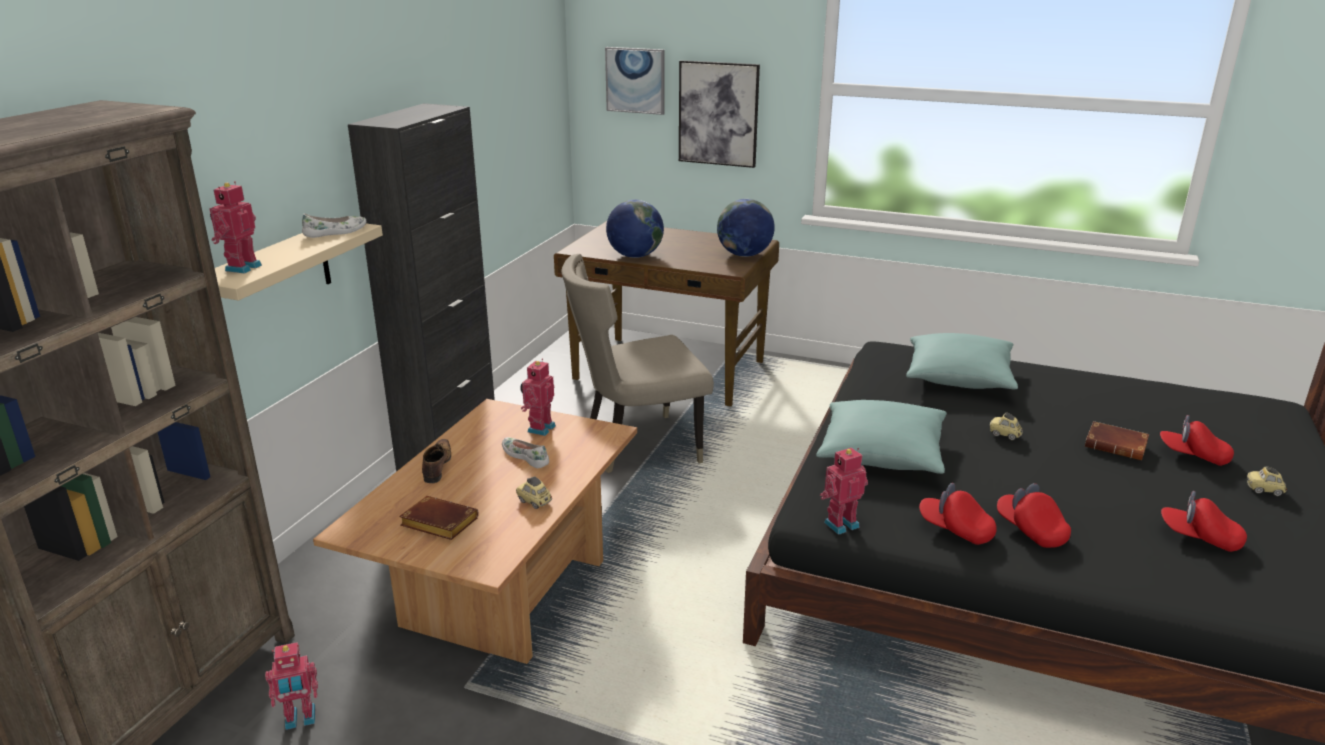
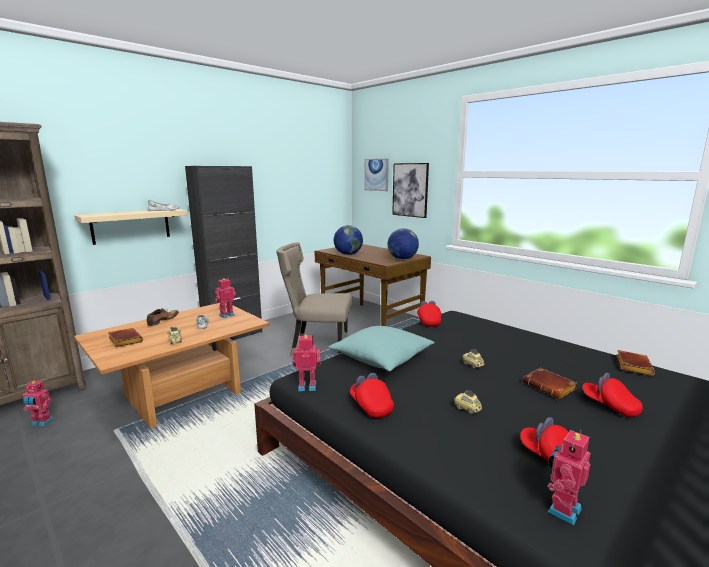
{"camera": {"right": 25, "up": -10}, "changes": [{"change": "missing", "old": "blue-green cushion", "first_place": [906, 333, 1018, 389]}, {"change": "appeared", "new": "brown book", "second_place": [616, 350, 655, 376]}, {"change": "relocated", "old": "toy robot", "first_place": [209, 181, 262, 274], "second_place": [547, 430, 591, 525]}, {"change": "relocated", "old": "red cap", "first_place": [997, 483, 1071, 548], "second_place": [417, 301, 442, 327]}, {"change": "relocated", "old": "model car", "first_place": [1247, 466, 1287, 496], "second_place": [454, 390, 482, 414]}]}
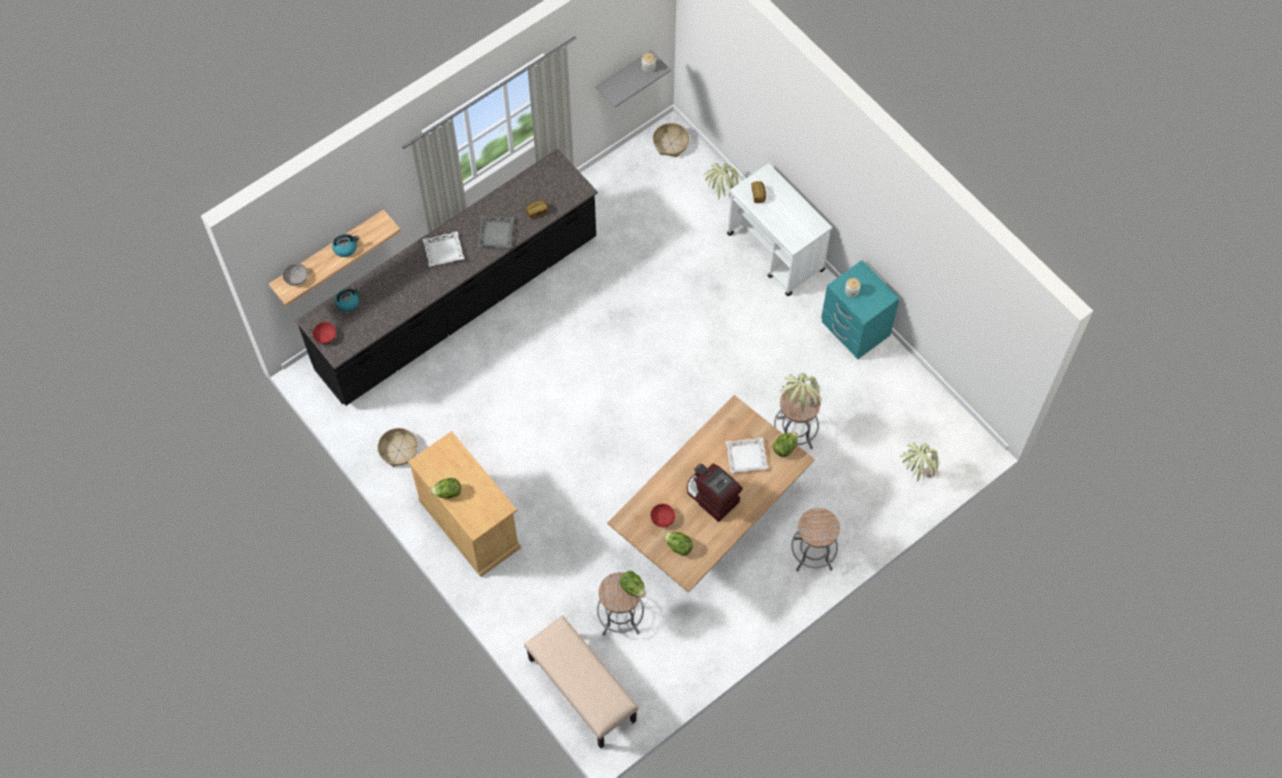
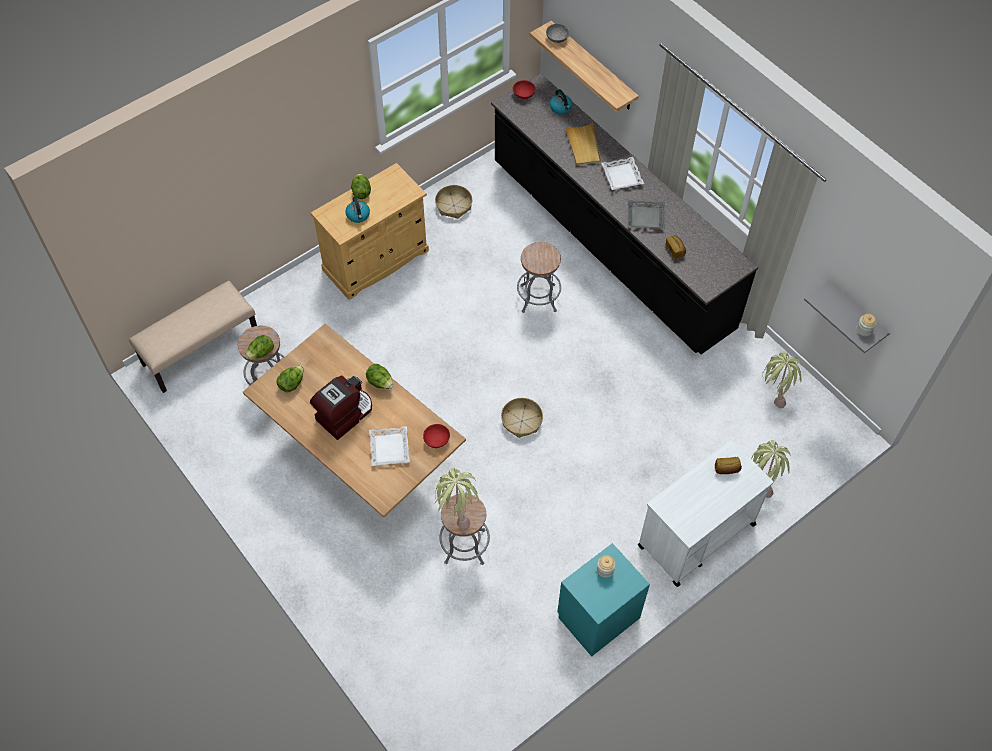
{"camera": {"right": 90, "up": -5}, "changes": [{"change": "appeared", "new": "beige-coloured serving tray", "second_place": [565, 122, 601, 165]}, {"change": "relocated", "old": "water kettle", "first_place": [332, 234, 359, 257], "second_place": [345, 197, 370, 223]}, {"change": "relocated", "old": "red deep dish", "first_place": [650, 504, 675, 527], "second_place": [423, 424, 450, 448]}, {"change": "relocated", "old": "basket", "first_place": [653, 123, 690, 157], "second_place": [501, 398, 543, 438]}, {"change": "relocated", "old": "lettuce", "first_place": [773, 432, 798, 457], "second_place": [366, 364, 393, 389]}, {"change": "relocated", "old": "greyish stool seat", "first_place": [791, 508, 840, 572], "second_place": [517, 242, 561, 313]}, {"change": "relocated", "old": "plant in a pot", "first_place": [900, 442, 940, 481], "second_place": [762, 352, 802, 408]}]}
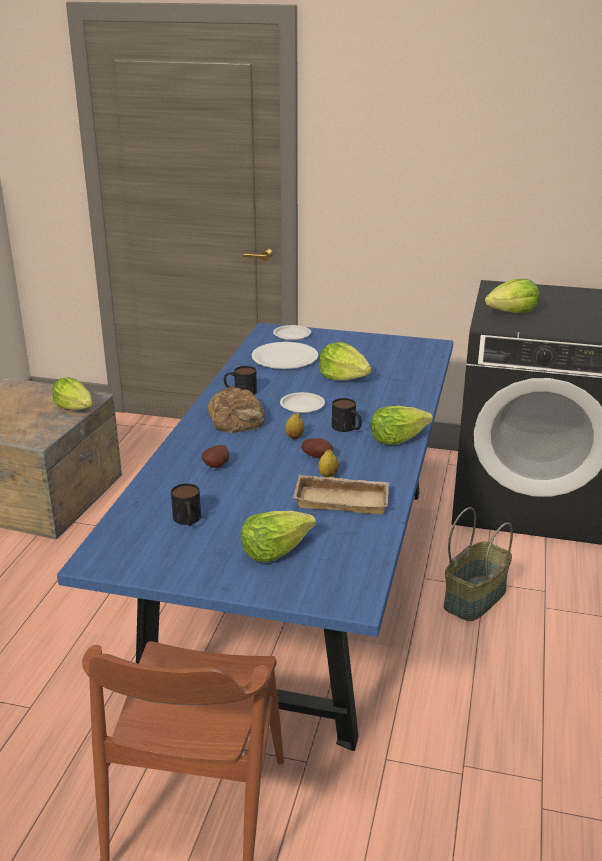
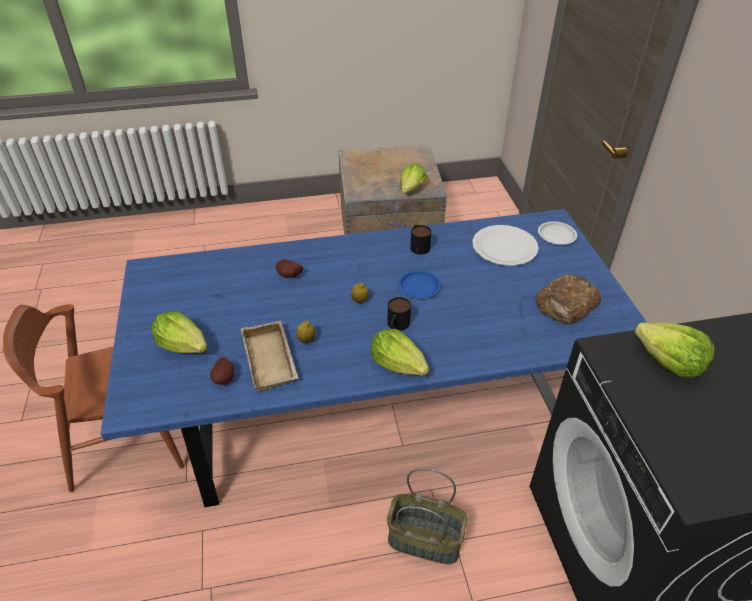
{"camera": {"right": 65, "up": 15}, "changes": [{"change": "missing", "old": "tea mug", "first_place": [171, 483, 201, 526]}, {"change": "missing", "old": "lettuce", "first_place": [319, 342, 372, 380]}, {"change": "relocated", "old": "bread", "first_place": [208, 386, 265, 433], "second_place": [535, 274, 601, 325]}, {"change": "relocated", "old": "potato", "first_place": [301, 438, 333, 458], "second_place": [210, 358, 234, 385]}, {"change": "colour", "old": "white plate", "new": "blue-coloured plate", "first_place": [280, 392, 325, 413], "second_place": [398, 270, 441, 298]}]}
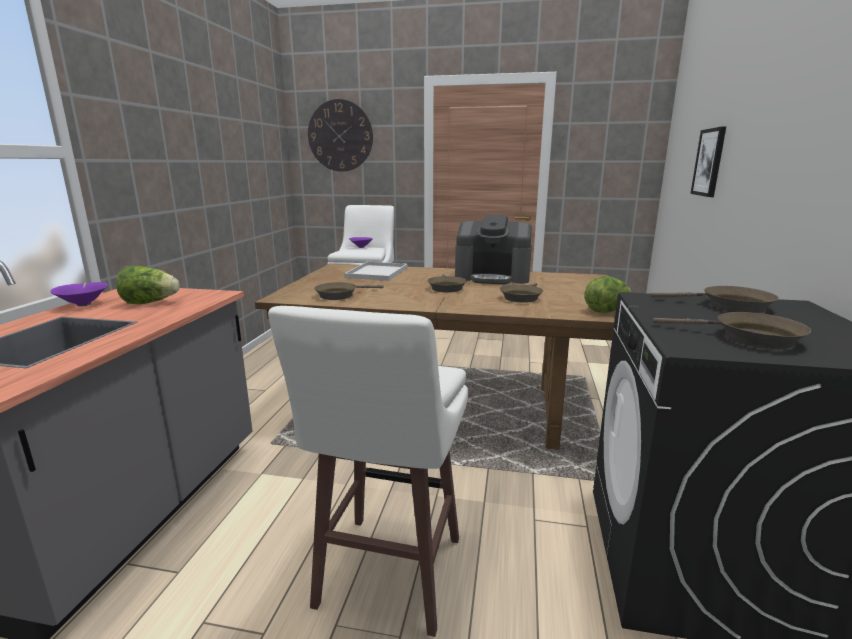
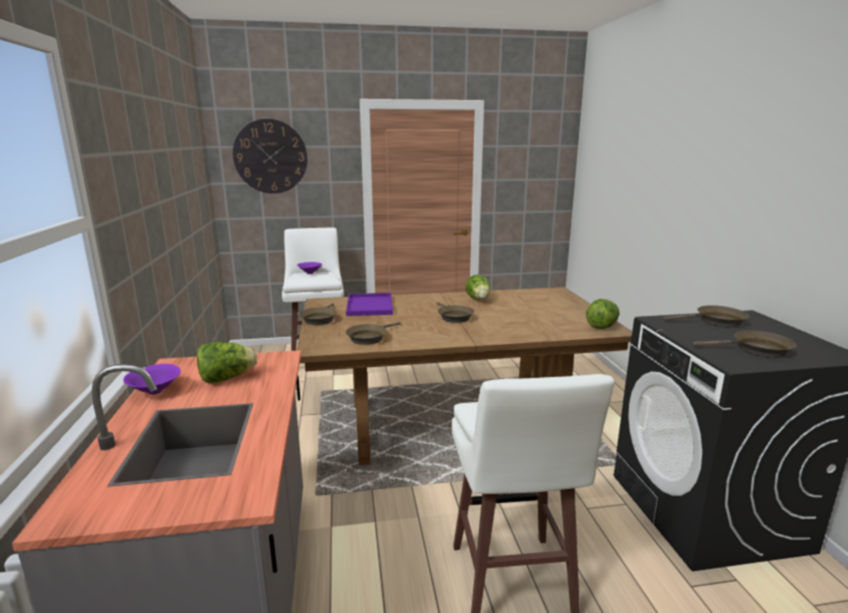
{"camera": {"right": -20, "up": 0}, "changes": [{"change": "missing", "old": "picture", "first_place": [690, 127, 726, 197]}, {"change": "relocated", "old": "brown pan", "first_place": [500, 283, 543, 303], "second_place": [300, 303, 337, 325]}, {"change": "exchanged", "old": "coffee maker", "new": "lettuce", "first_place": [455, 215, 532, 284], "second_place": [465, 274, 490, 300]}, {"change": "colour", "old": "white serving tray", "new": "purple serving tray", "first_place": [344, 262, 407, 281], "second_place": [346, 293, 393, 316]}]}
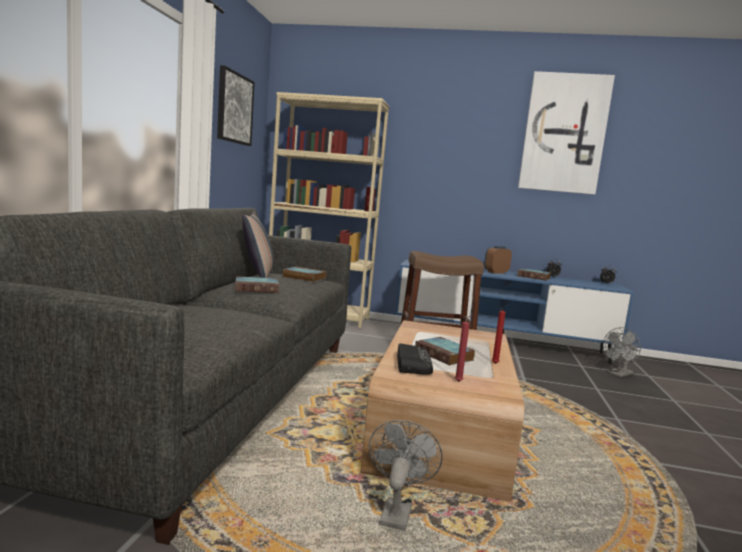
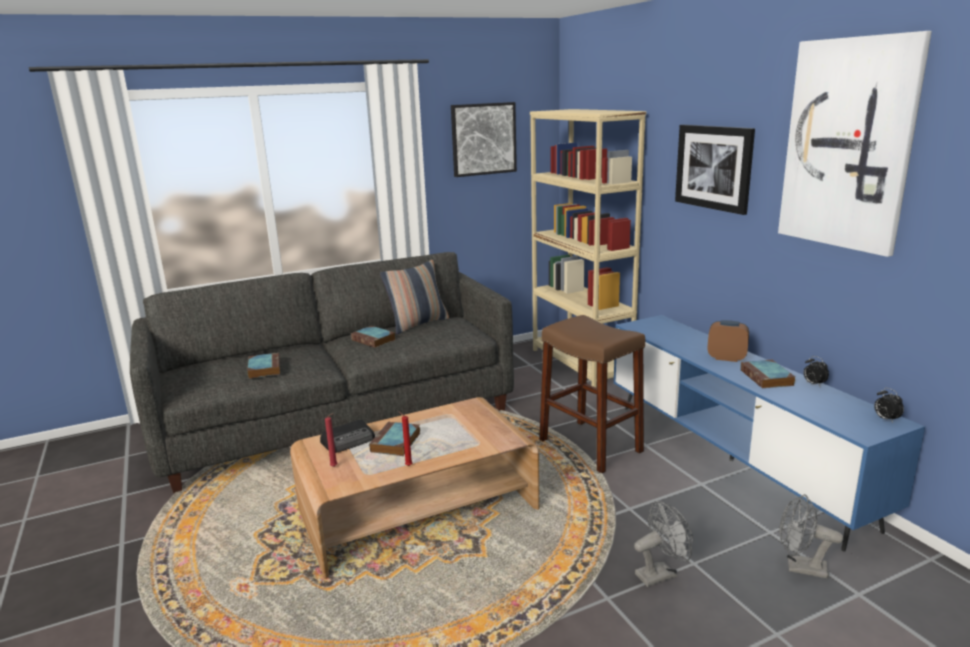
{"camera": {"right": 55, "up": 10}, "changes": [{"change": "appeared", "new": "picture", "second_place": [675, 125, 755, 215]}, {"change": "relocated", "old": "book", "first_place": [283, 266, 327, 282], "second_place": [247, 352, 280, 379]}, {"change": "relocated", "old": "greyish electric fan", "first_place": [369, 420, 443, 531], "second_place": [634, 501, 693, 587]}]}
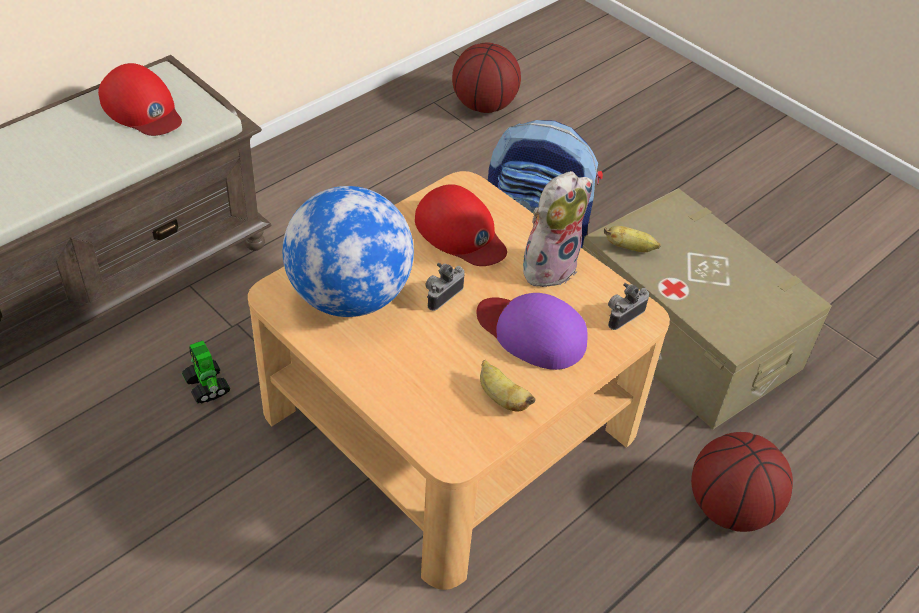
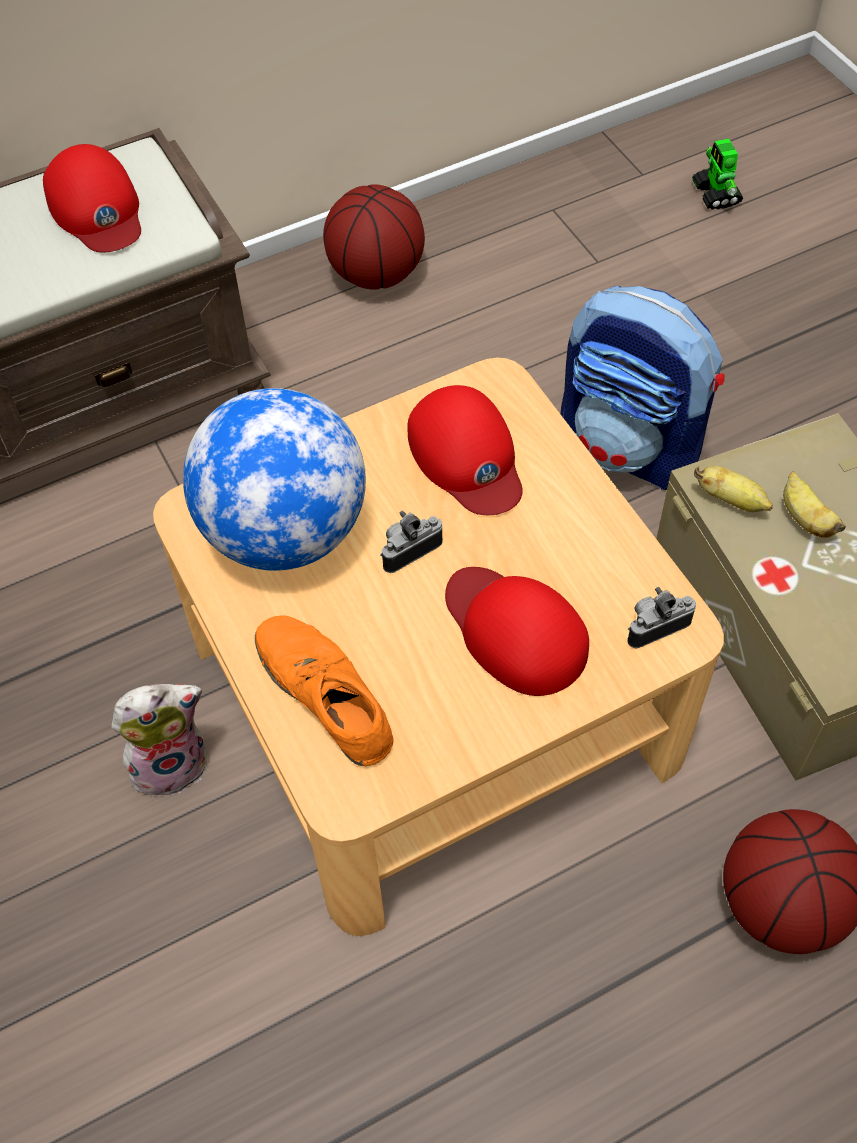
{"camera": {"right": 20, "up": 10}, "changes": [{"change": "appeared", "new": "orange-coloured low shoe", "second_place": [255, 615, 393, 766]}, {"change": "relocated", "old": "toy robot", "first_place": [182, 341, 230, 404], "second_place": [692, 138, 743, 210]}, {"change": "relocated", "old": "basketball", "first_place": [452, 42, 521, 113], "second_place": [323, 184, 425, 290]}, {"change": "relocated", "old": "banana", "first_place": [480, 360, 536, 411], "second_place": [783, 471, 846, 538]}, {"change": "relocated", "old": "cuddly toy", "first_place": [523, 171, 593, 290], "second_place": [111, 684, 208, 801]}, {"change": "colour", "old": "purple cap", "new": "red cap", "first_place": [476, 293, 588, 370], "second_place": [445, 567, 589, 696]}]}
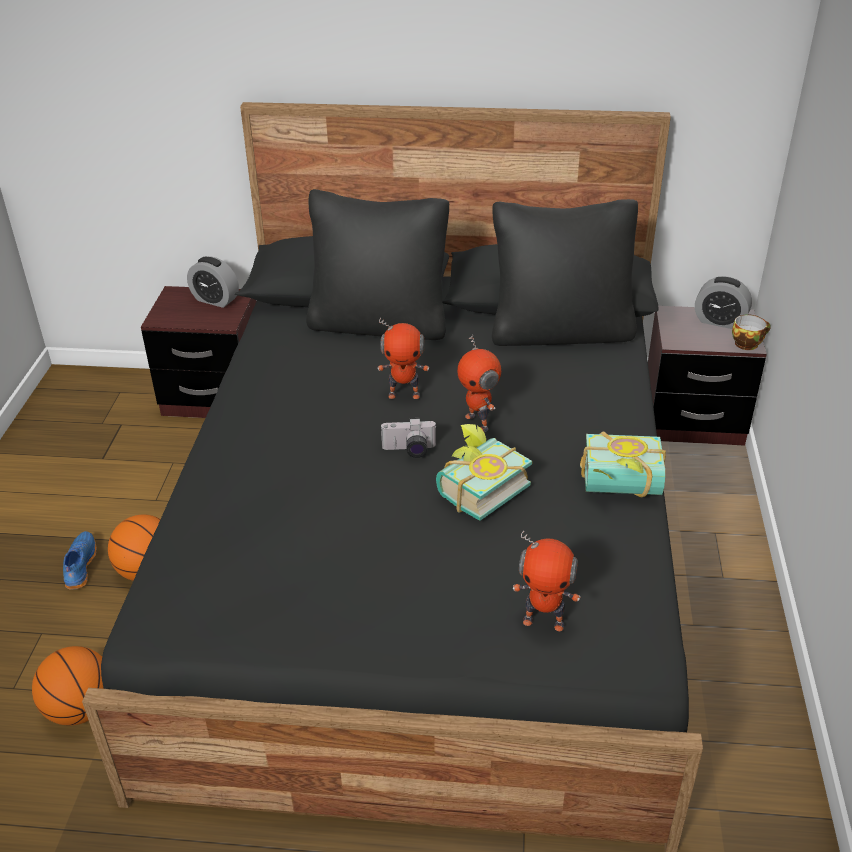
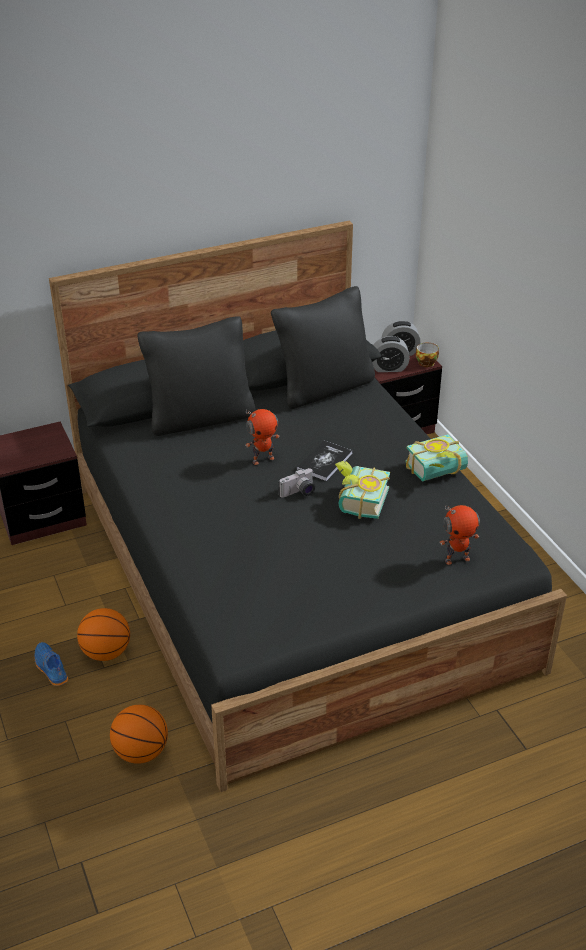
{"camera": {"right": -30, "up": 0}, "changes": [{"change": "relocated", "old": "table clock", "first_place": [187, 256, 239, 308], "second_place": [372, 336, 410, 372]}, {"change": "exchanged", "old": "toy robot", "new": "book", "first_place": [457, 335, 501, 432], "second_place": [297, 440, 353, 481]}]}
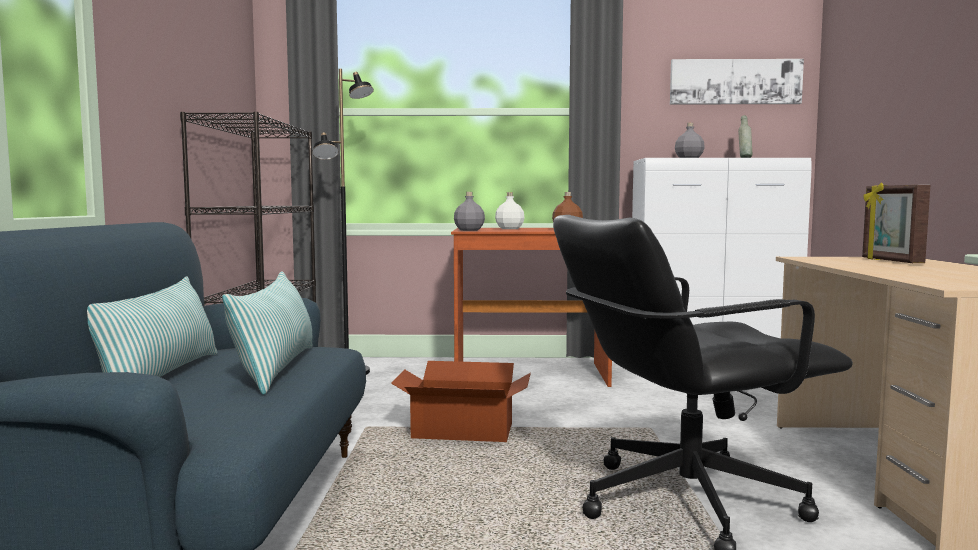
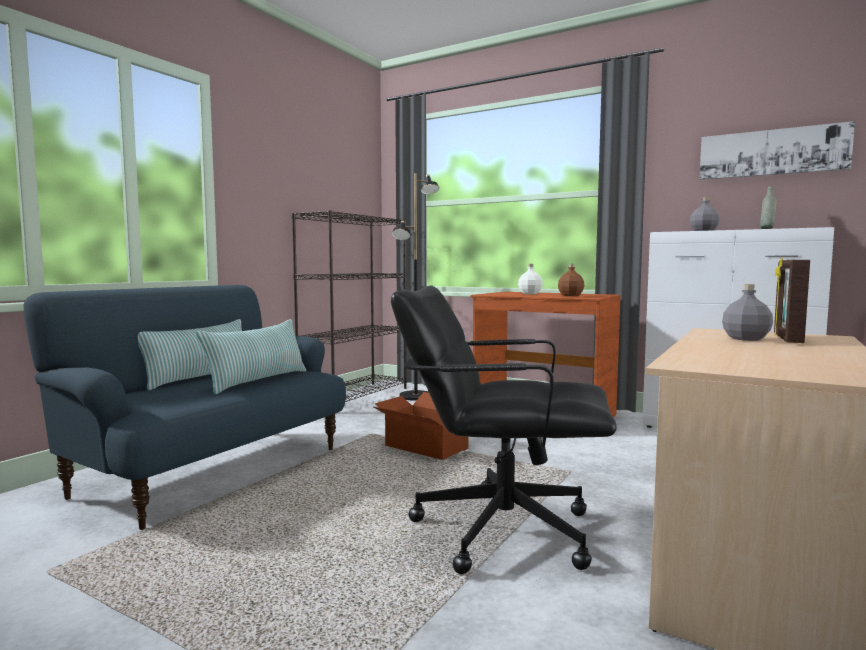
{"camera": {"right": 30, "up": 0}, "changes": [{"change": "relocated", "old": "greyish drink bottle", "first_place": [454, 192, 485, 231], "second_place": [722, 284, 773, 341]}]}
